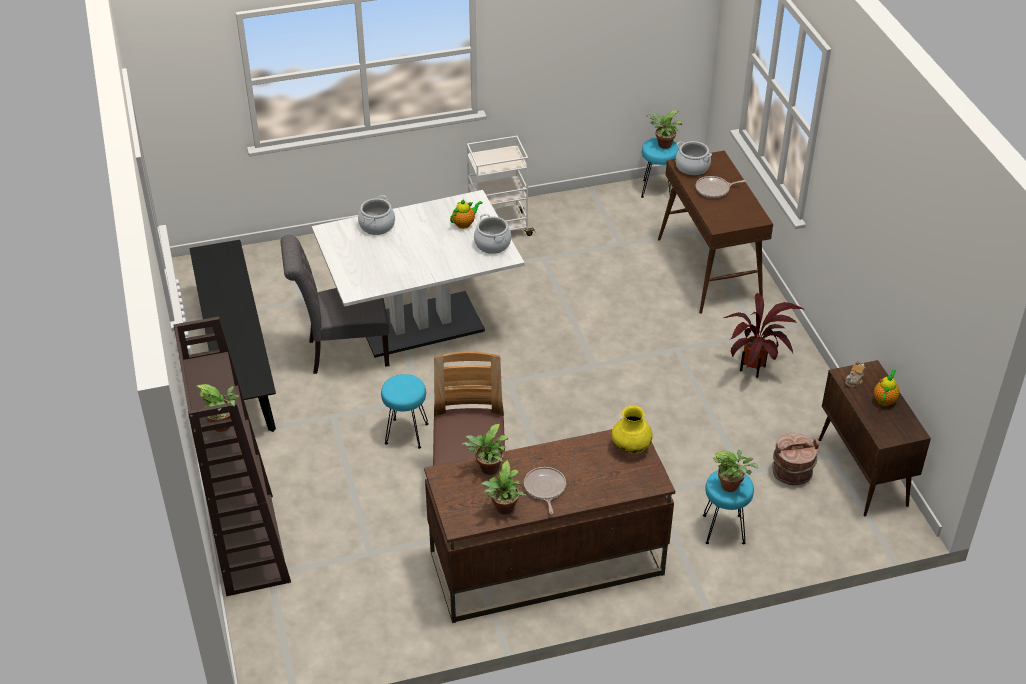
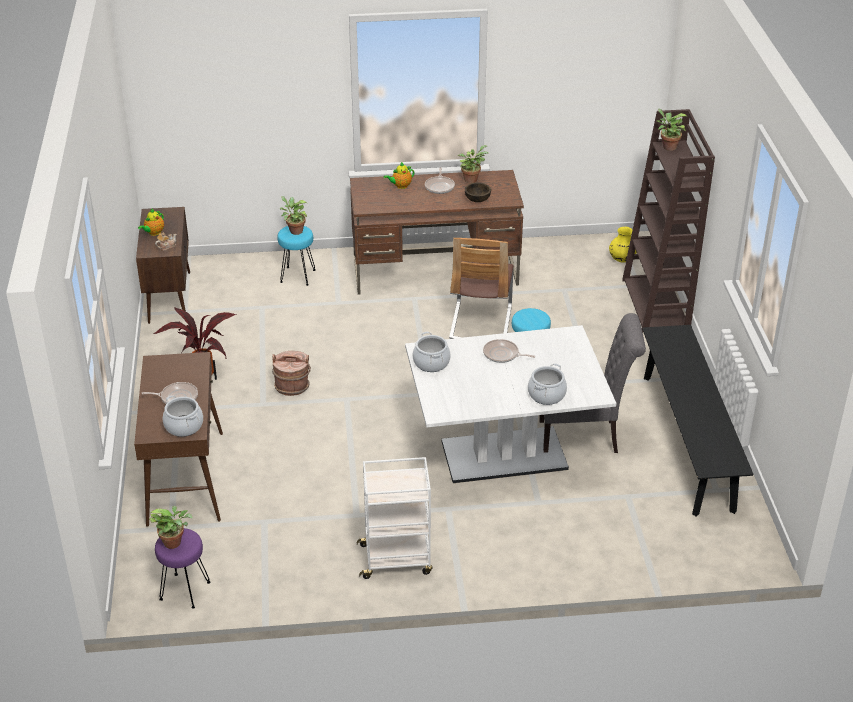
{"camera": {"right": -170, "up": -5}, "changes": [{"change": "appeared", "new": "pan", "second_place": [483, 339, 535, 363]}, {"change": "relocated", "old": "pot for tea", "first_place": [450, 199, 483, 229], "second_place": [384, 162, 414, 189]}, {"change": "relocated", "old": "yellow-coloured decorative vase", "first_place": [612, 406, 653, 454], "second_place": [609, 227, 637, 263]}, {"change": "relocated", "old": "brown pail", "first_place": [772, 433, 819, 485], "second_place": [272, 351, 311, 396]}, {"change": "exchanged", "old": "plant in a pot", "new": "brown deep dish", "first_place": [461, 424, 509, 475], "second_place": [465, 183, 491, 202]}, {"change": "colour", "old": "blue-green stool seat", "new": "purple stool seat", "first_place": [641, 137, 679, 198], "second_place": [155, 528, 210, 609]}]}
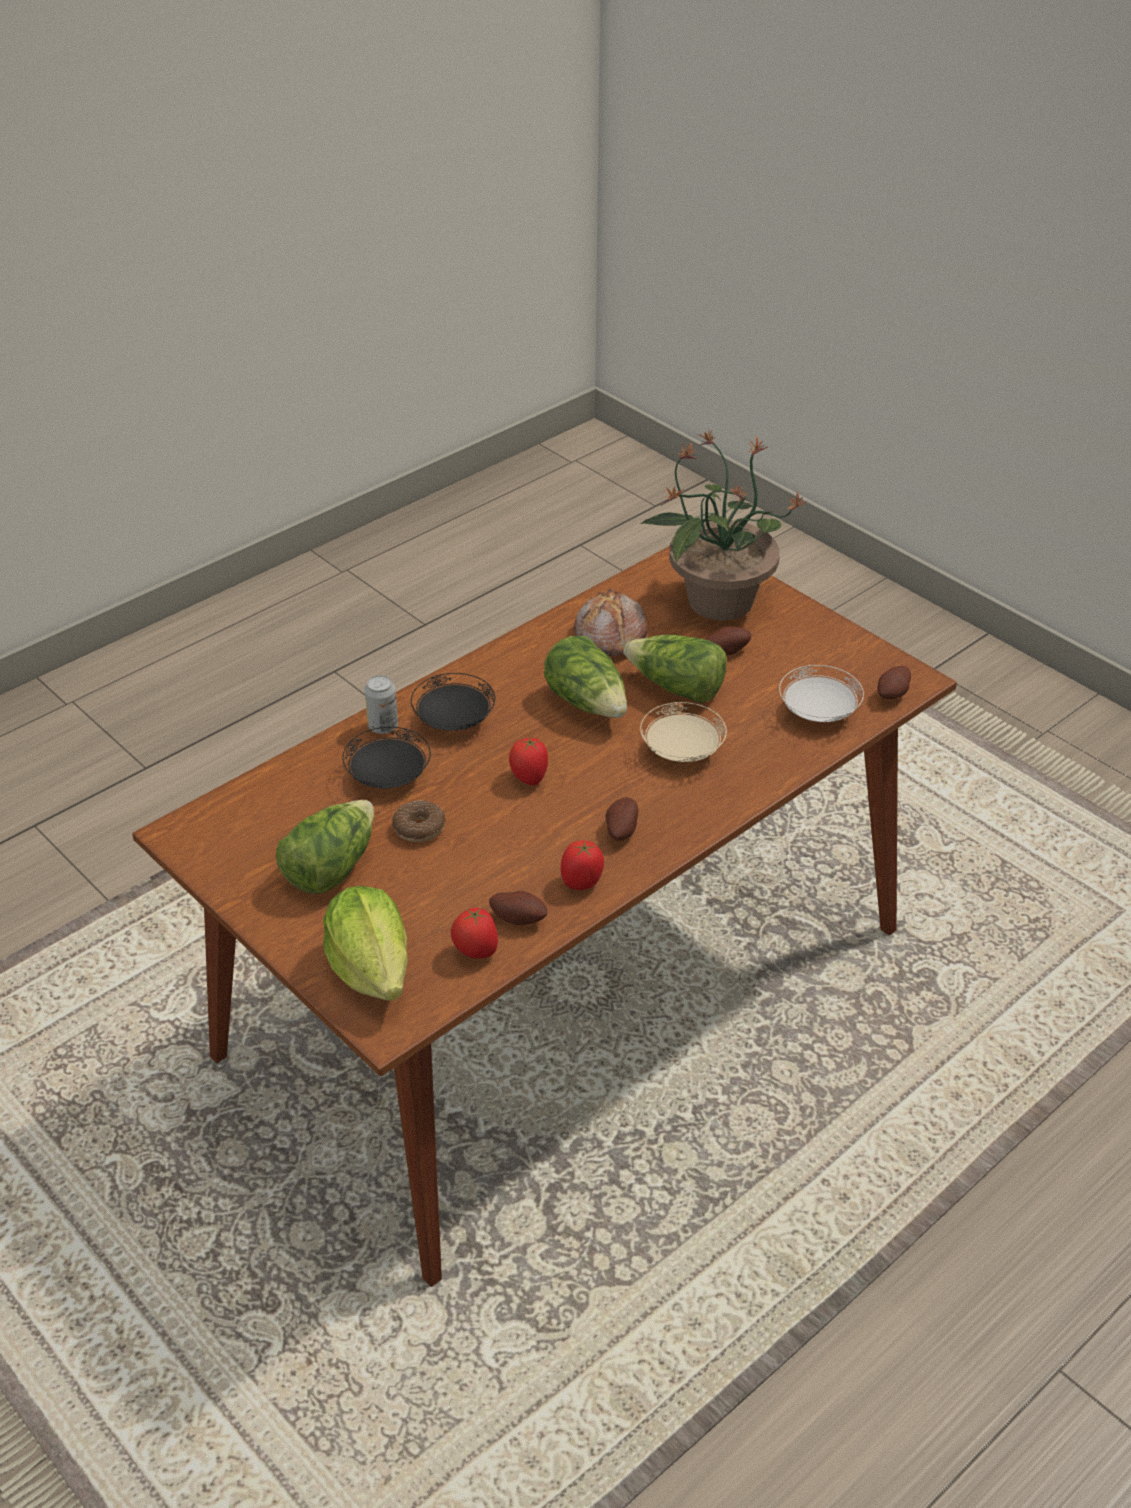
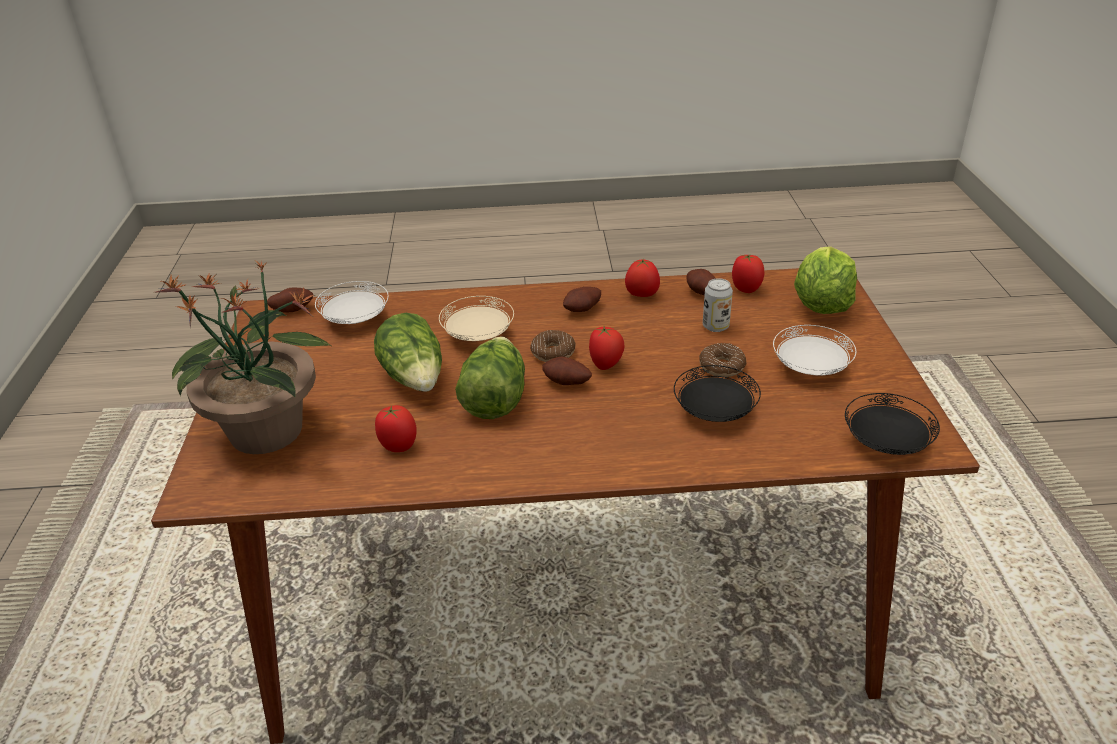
{"camera": {"right": -140, "up": -5}, "changes": [{"change": "appeared", "new": "donut", "second_place": [530, 330, 576, 362]}, {"change": "relocated", "old": "can", "first_place": [364, 675, 398, 734], "second_place": [703, 278, 733, 332]}, {"change": "relocated", "old": "black plate", "first_place": [411, 673, 495, 731], "second_place": [845, 393, 940, 455]}, {"change": "relocated", "old": "potato", "first_place": [705, 626, 752, 655], "second_place": [542, 357, 592, 385]}, {"change": "exchanged", "old": "lettuce", "new": "white plate", "first_place": [276, 800, 374, 894], "second_place": [773, 325, 856, 375]}, {"change": "exchanged", "old": "bread", "new": "whole tomato", "first_place": [574, 589, 648, 657], "second_place": [375, 405, 417, 452]}]}
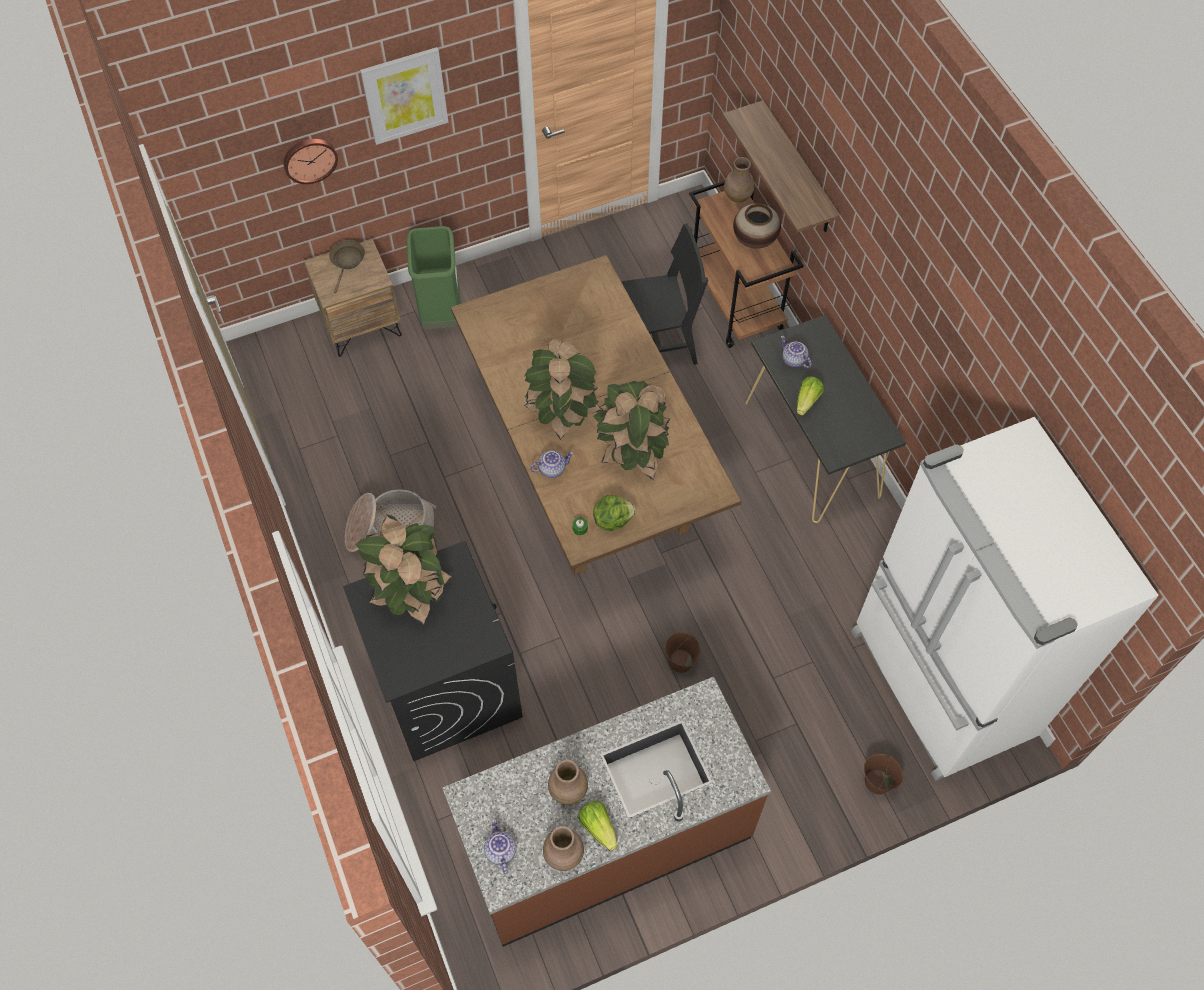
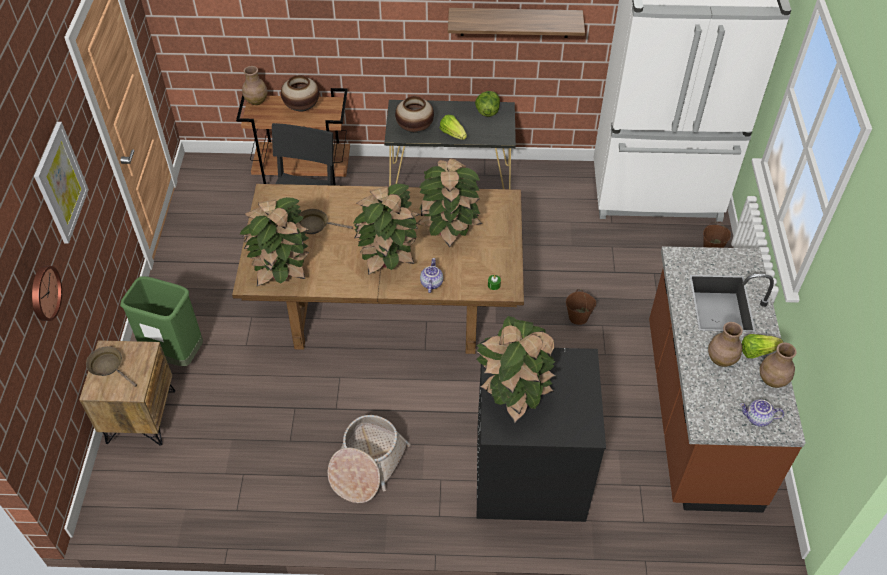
{"camera": {"right": -65, "up": -10}, "changes": [{"change": "appeared", "new": "plant in a pot", "second_place": [240, 197, 310, 286]}, {"change": "appeared", "new": "brown pan", "second_place": [298, 209, 353, 234]}, {"change": "relocated", "old": "lettuce", "first_place": [593, 495, 636, 531], "second_place": [475, 91, 500, 117]}, {"change": "relocated", "old": "wall shelf", "first_place": [722, 101, 840, 233], "second_place": [448, 8, 585, 38]}, {"change": "exchanged", "old": "pot for tea", "new": "decorative vase", "first_place": [781, 336, 812, 368], "second_place": [395, 96, 434, 133]}]}
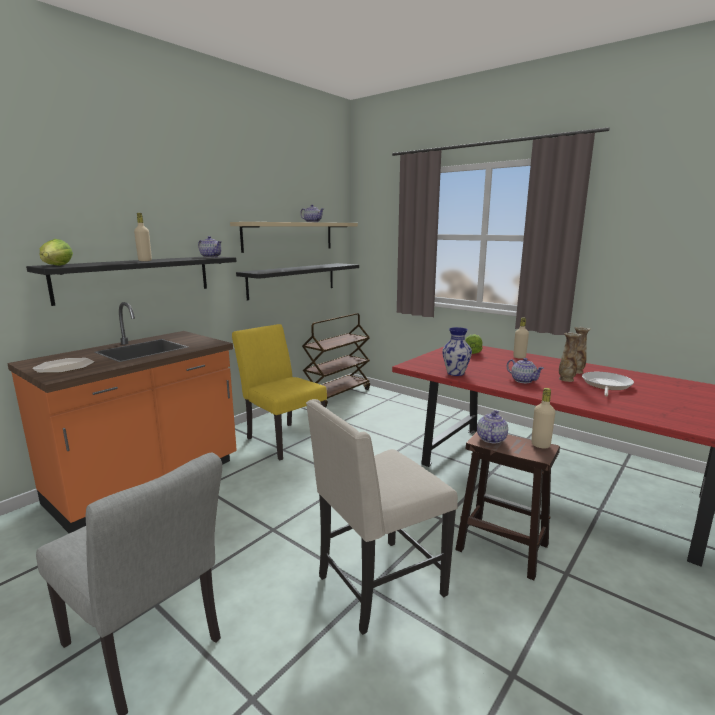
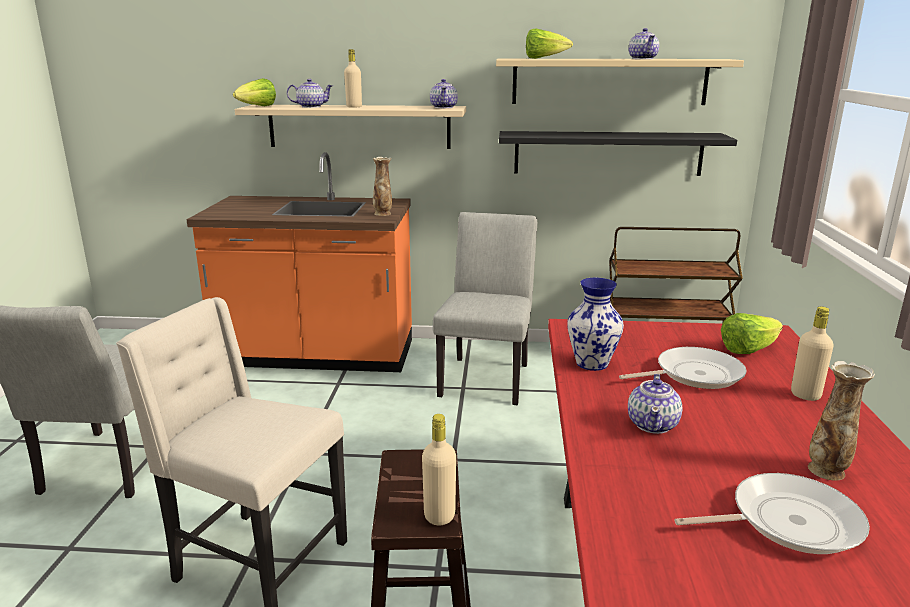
{"camera": {"right": 55, "up": 5}, "changes": [{"change": "missing", "old": "plate", "first_place": [32, 358, 95, 373]}, {"change": "appeared", "new": "lettuce", "second_place": [526, 28, 573, 59]}, {"change": "appeared", "new": "pan", "second_place": [619, 347, 747, 389]}, {"change": "relocated", "old": "pot for tea", "first_place": [477, 410, 508, 443], "second_place": [287, 79, 333, 108]}, {"change": "relocated", "old": "decorative vase", "first_place": [559, 332, 581, 382], "second_place": [373, 157, 392, 216]}, {"change": "colour", "old": "black wall shelf", "new": "beige-coloured wall shelf", "first_place": [26, 256, 237, 306], "second_place": [235, 105, 466, 149]}, {"change": "colour", "old": "yellow-coloured upright chair", "new": "greyish upright chair", "first_place": [232, 324, 327, 460], "second_place": [433, 212, 537, 405]}]}
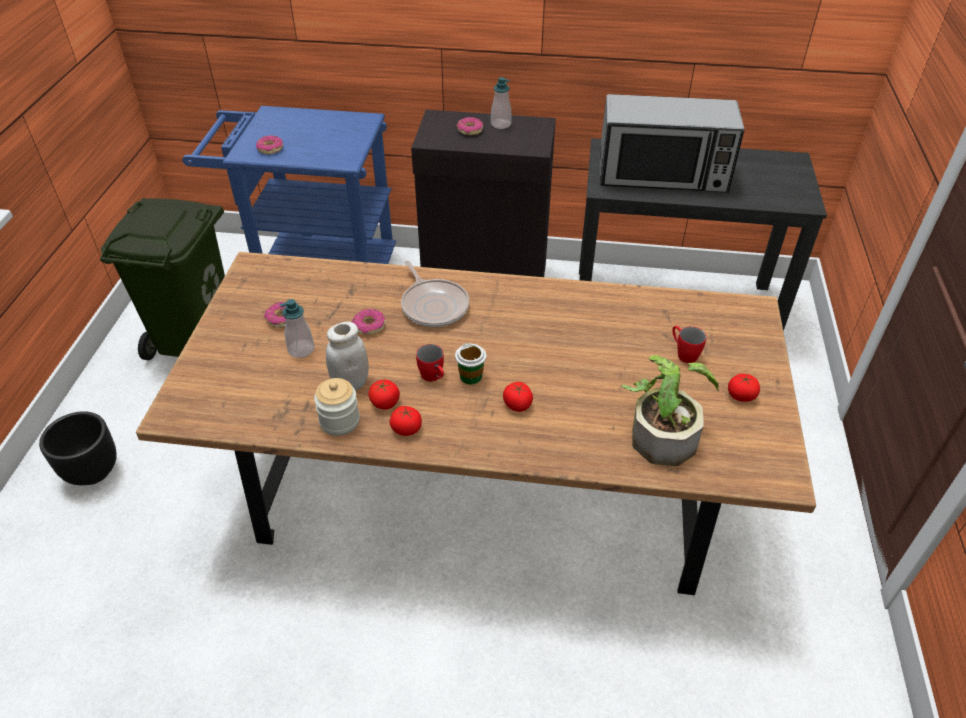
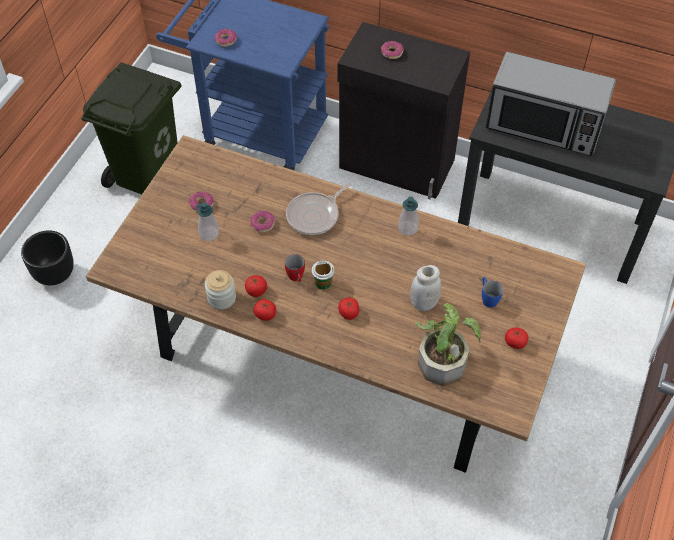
{"camera": {"right": 15, "up": 10}, "changes": [{"change": "relocated", "old": "white jar", "first_place": [326, 322, 369, 391], "second_place": [410, 265, 441, 311]}, {"change": "relocated", "old": "soap bottle", "first_place": [491, 77, 512, 129], "second_place": [398, 196, 419, 236]}, {"change": "colour", "old": "red tea mug", "new": "blue-coloured tea mug", "first_place": [672, 326, 706, 363], "second_place": [482, 277, 503, 308]}, {"change": "spun", "old": "pan", "first_place": [401, 261, 469, 327], "second_place": [286, 183, 352, 235], "degrees": 60}]}
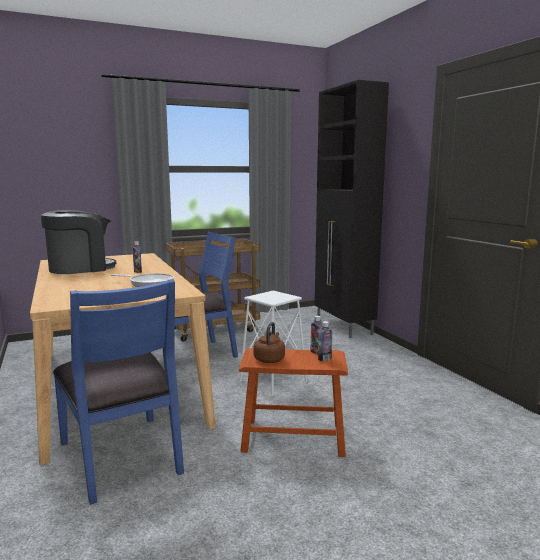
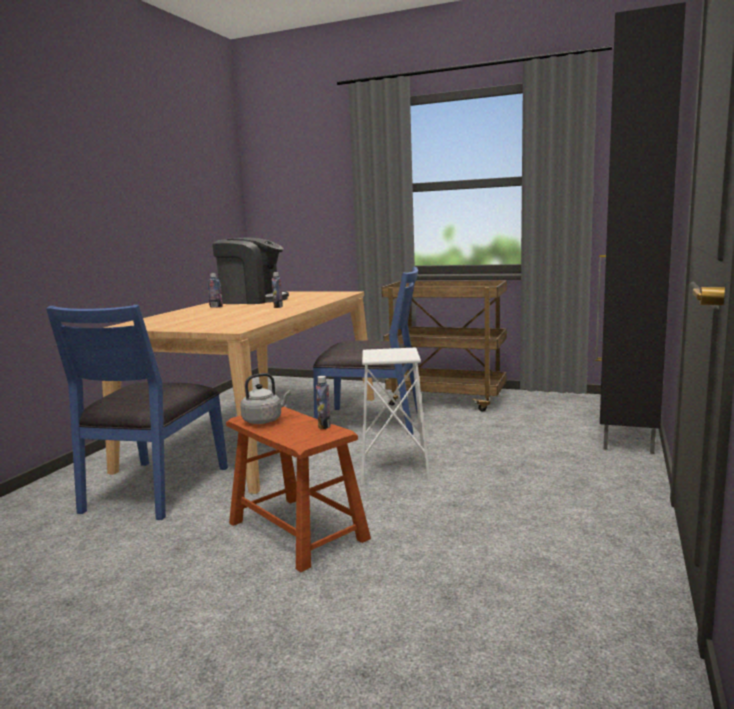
{"camera": {"right": 45, "up": 0}, "changes": [{"change": "missing", "old": "pan", "first_place": [111, 273, 174, 287]}, {"change": "relocated", "old": "drink bottle", "first_place": [318, 321, 332, 361], "second_place": [207, 273, 223, 307]}, {"change": "colour", "old": "brown water kettle", "new": "greyish water kettle", "first_place": [253, 322, 285, 363], "second_place": [240, 373, 291, 424]}]}
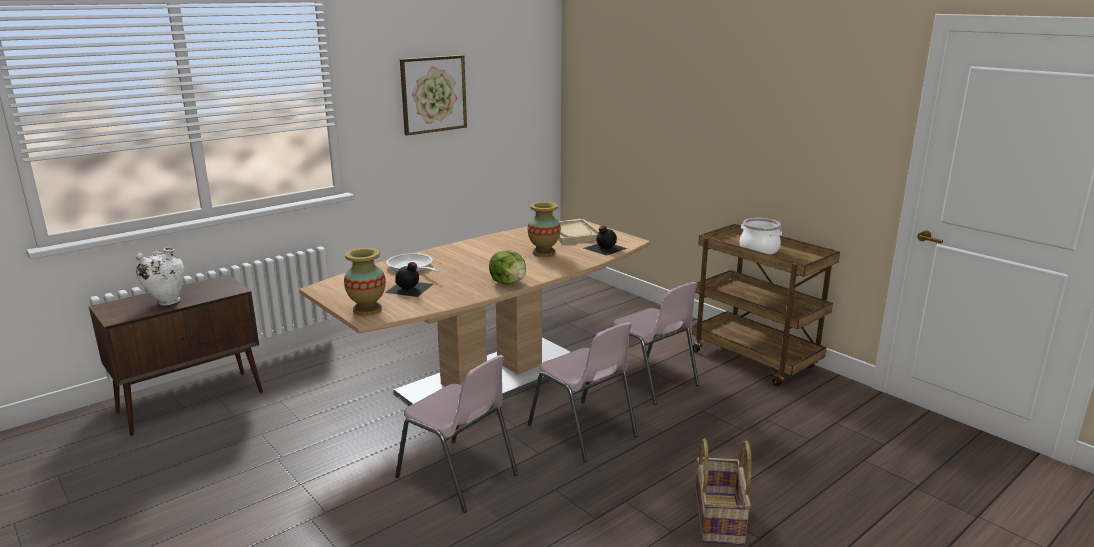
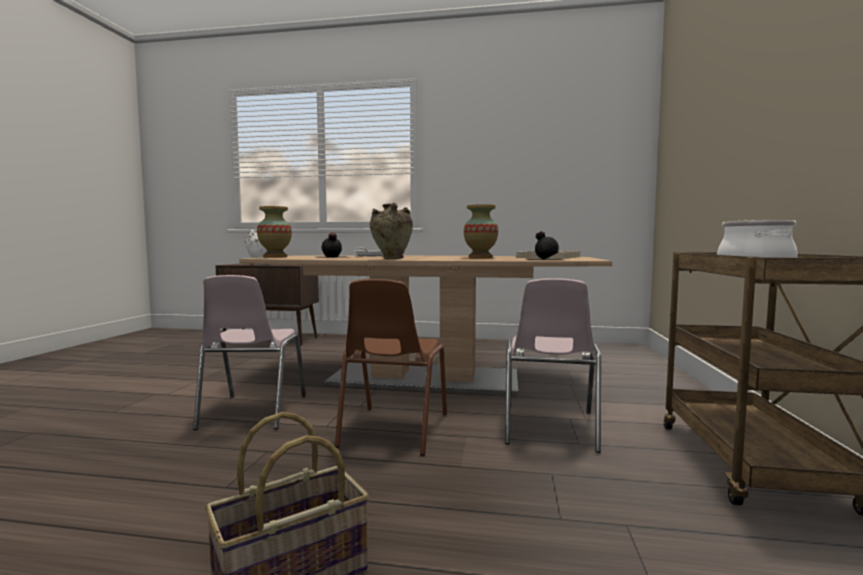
{"camera": {"right": 50, "up": -15}, "changes": [{"change": "missing", "old": "picture", "first_place": [400, 55, 467, 136]}, {"change": "exchanged", "old": "lettuce", "new": "beige-coloured decorative vase", "first_place": [489, 250, 526, 285], "second_place": [370, 203, 413, 259]}, {"change": "colour", "old": "pink-coloured upright chair", "new": "brown upright chair", "first_place": [528, 322, 638, 462], "second_place": [335, 279, 447, 456]}]}
